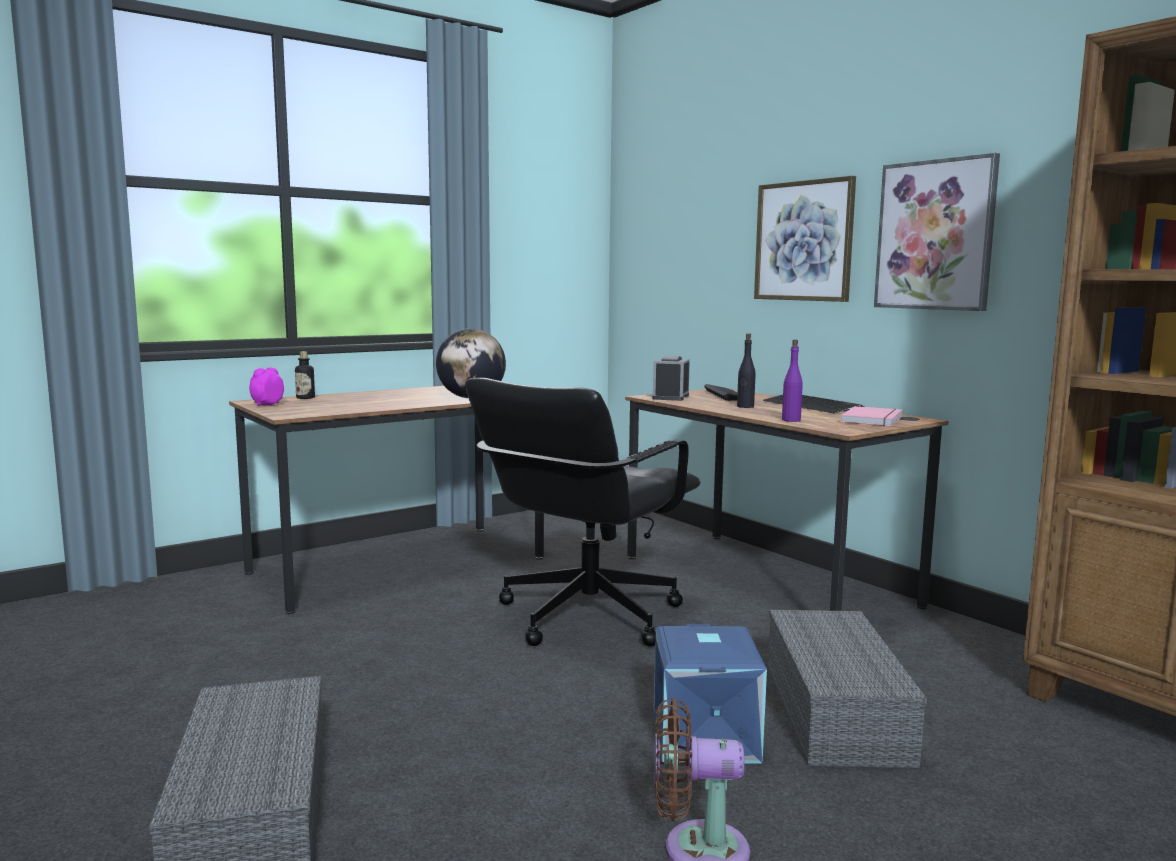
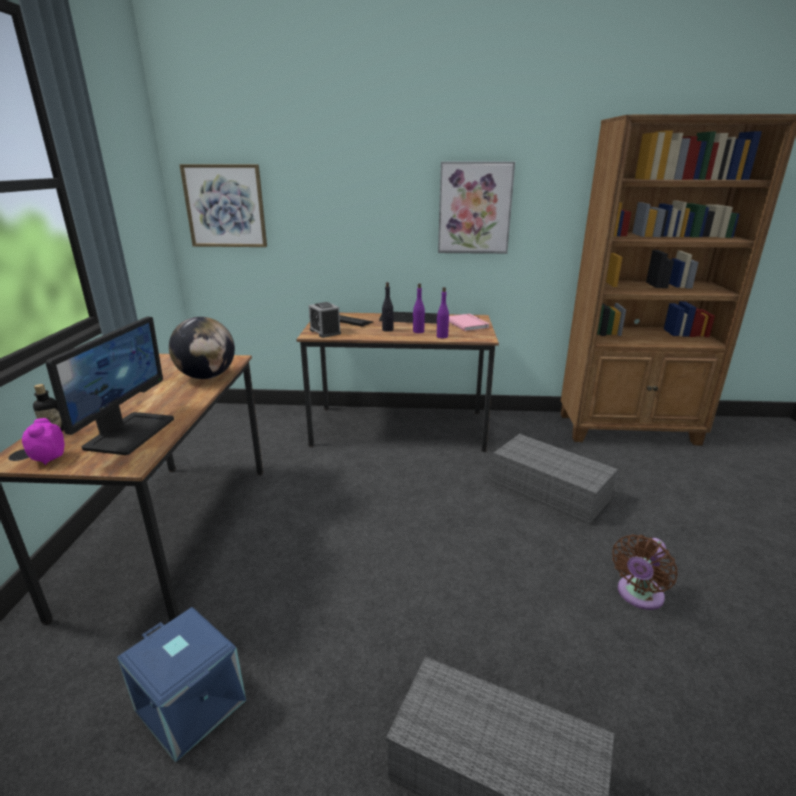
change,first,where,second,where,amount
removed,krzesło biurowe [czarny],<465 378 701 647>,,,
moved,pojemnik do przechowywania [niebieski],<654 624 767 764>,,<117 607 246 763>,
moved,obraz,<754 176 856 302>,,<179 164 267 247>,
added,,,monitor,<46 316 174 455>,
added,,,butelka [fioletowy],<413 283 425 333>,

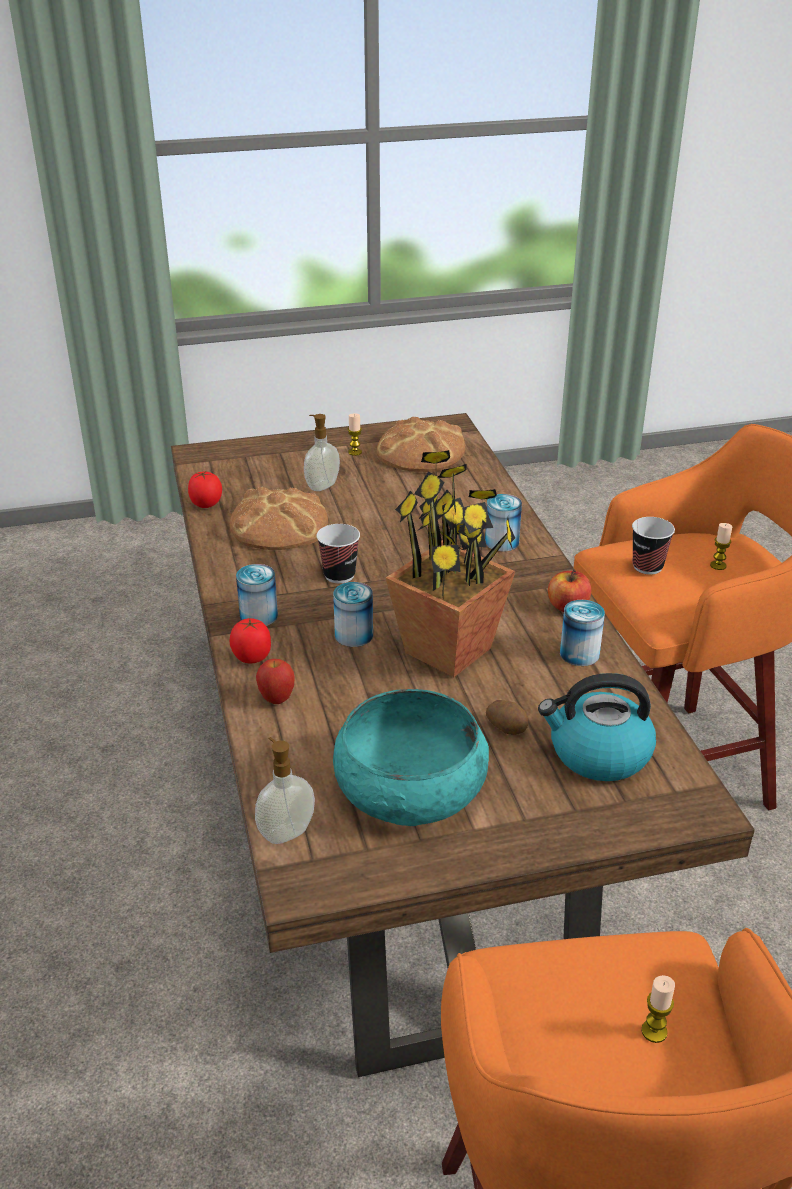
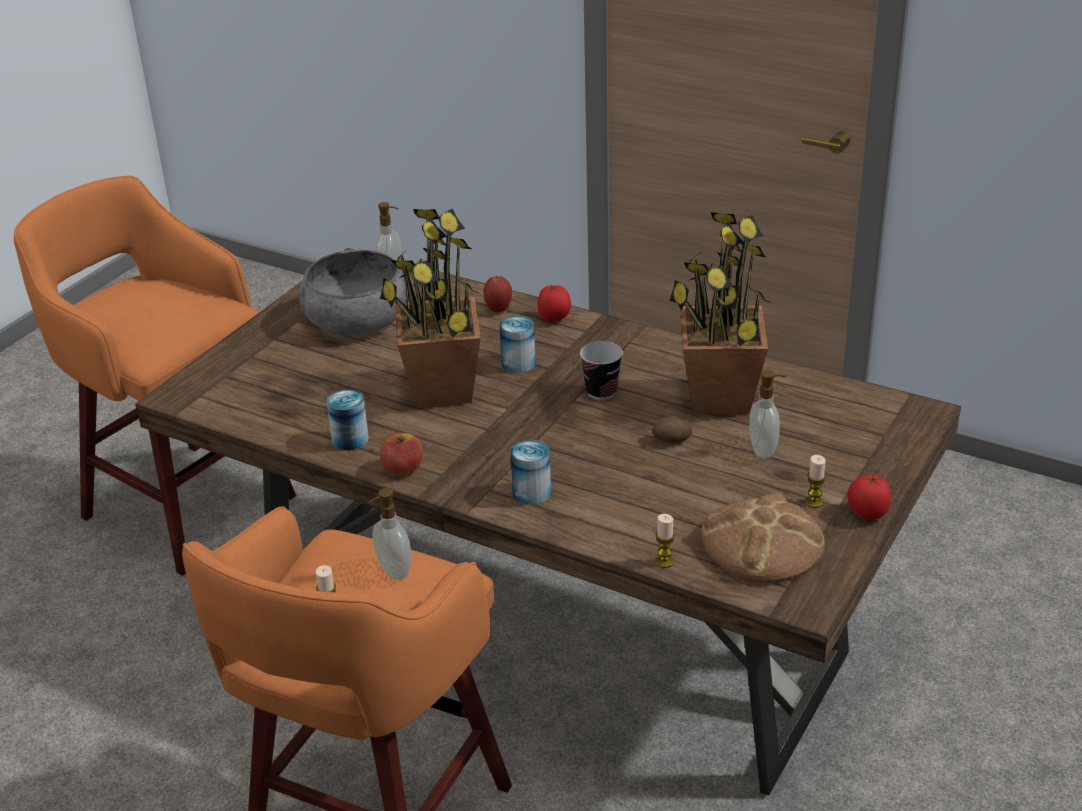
change,first,where,second,where,amount
moved,pomidor,<188 471 222 508>,,<847 473 891 520>,
replaced,chleb,<230 487 328 550>,roślina doniczkowa,<669 212 771 414>,
removed,puszka,<236 564 278 626>,,,
recoloured,miska [turkusowy],<333 689 489 826>,miska [szary],<299 249 407 336>,
moved,ziemniak,<486 700 528 735>,,<652 417 692 443>,
removed,czajnik,<538 673 656 781>,,,
replaced,filiżanka,<632 517 675 575>,dozownik mydła,<368 488 411 580>,
moved,świeca,<641 975 675 1043>,,<655 514 675 568>,

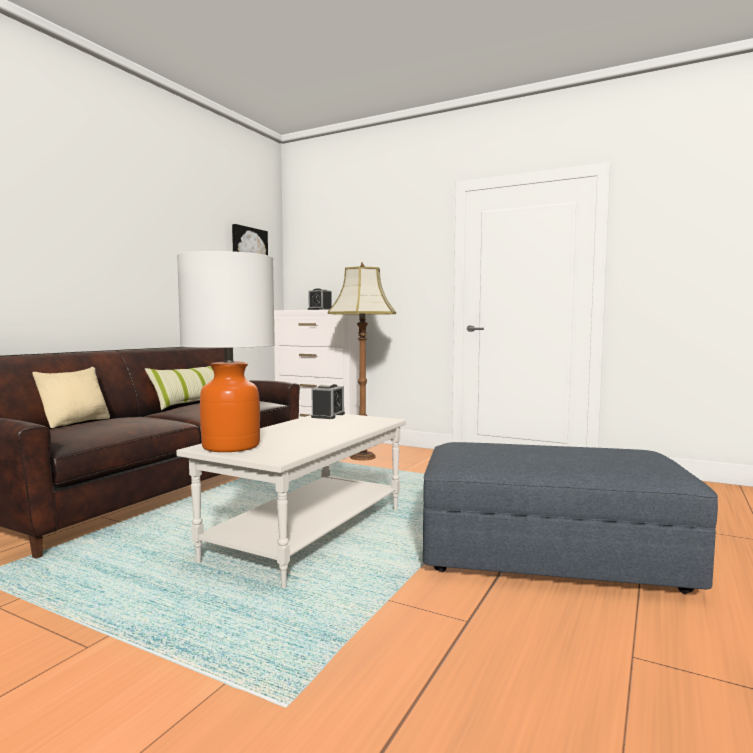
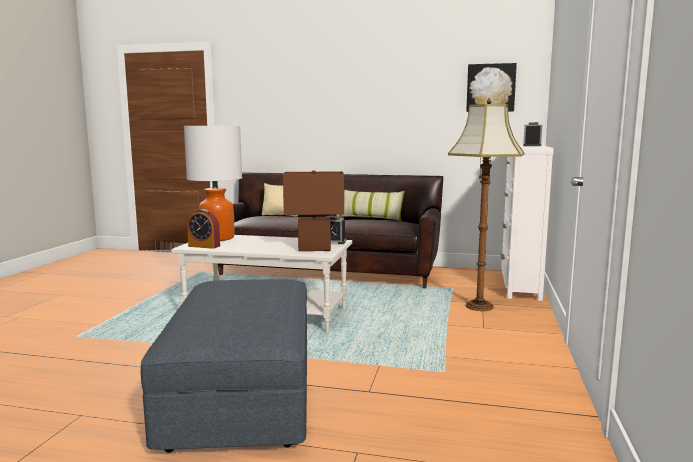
change,first,where,second,where,amount
added,,,budzik,<187 209 220 249>,
added,,,lampa stołowa [brązowy],<283 171 344 251>,

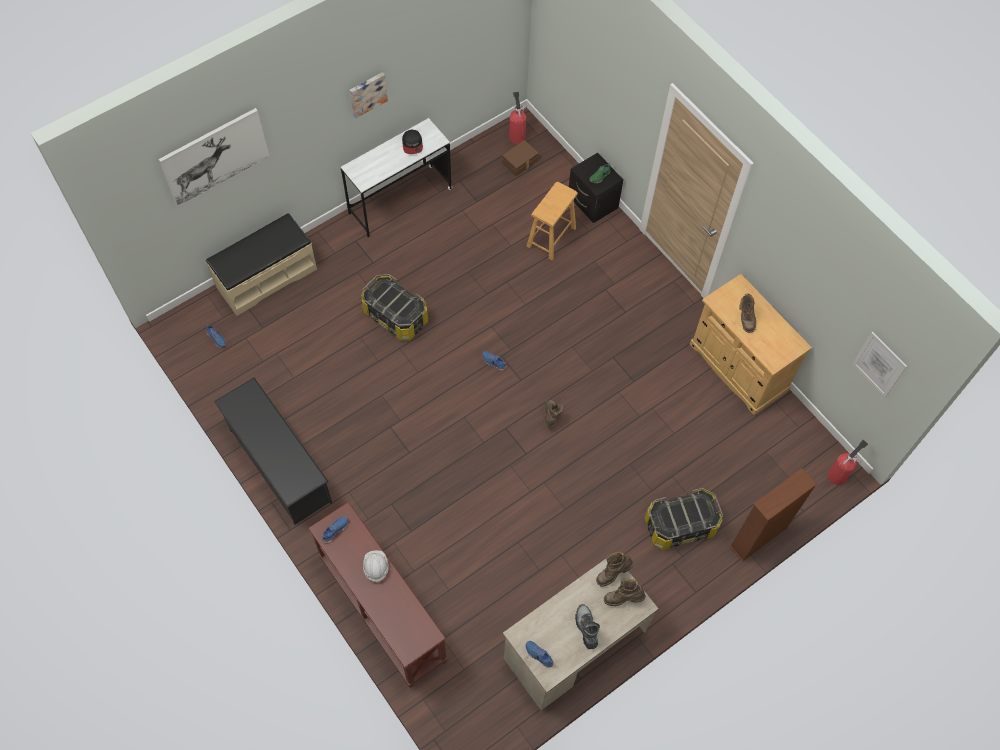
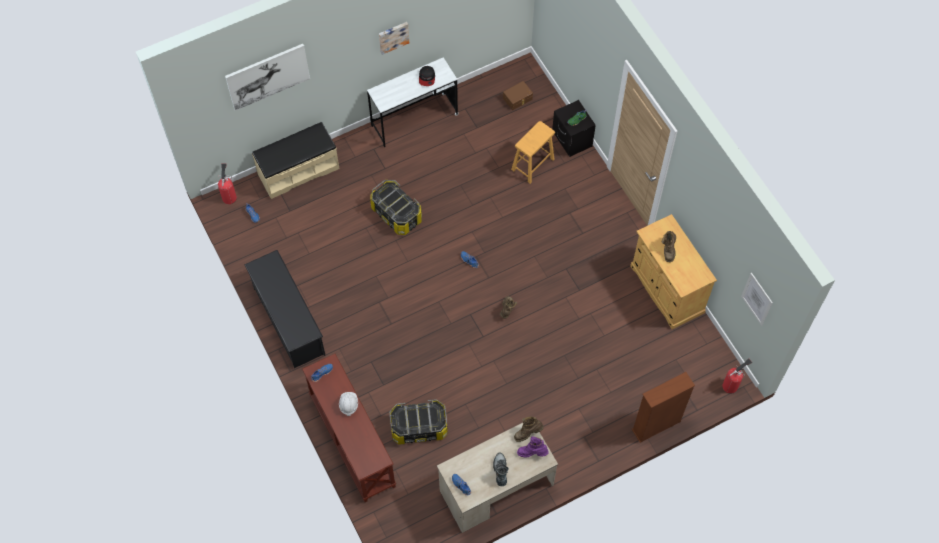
change,first,where,second,where,amount
moved,gaśnica,<509 92 527 144>,,<218 163 237 204>,
recoloured,but z cholewką [brązowy],<604 578 646 606>,but z cholewką [fioletowy],<517 436 549 457>,
moved,pojemnik do przechowywania,<644 488 723 550>,,<389 399 448 445>,

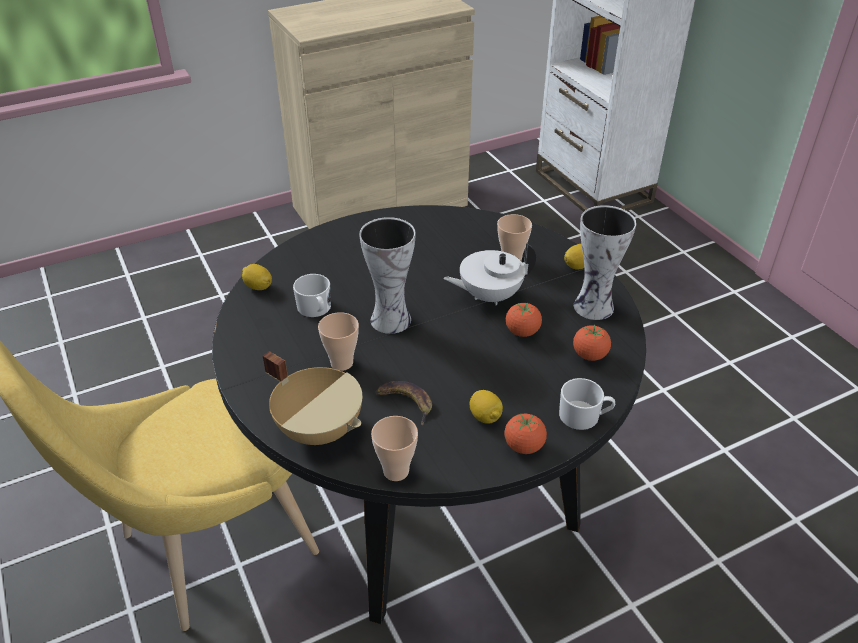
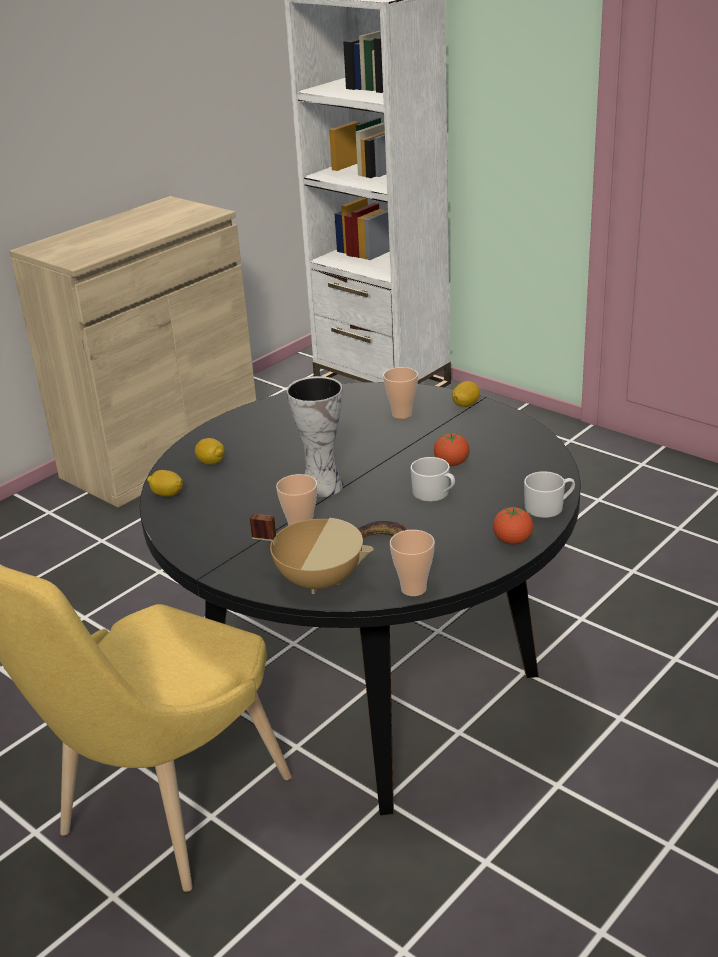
change,first,where,second,where,amount
moved,kubek [biały],<293 274 331 317>,,<410 457 455 502>,
removed,imbryk [biały],<443 243 536 305>,,,
moved,cytryna,<470 390 503 424>,,<195 438 225 465>,
removed,pomidor,<573 324 611 361>,,,
removed,wazon,<574 205 636 320>,,,

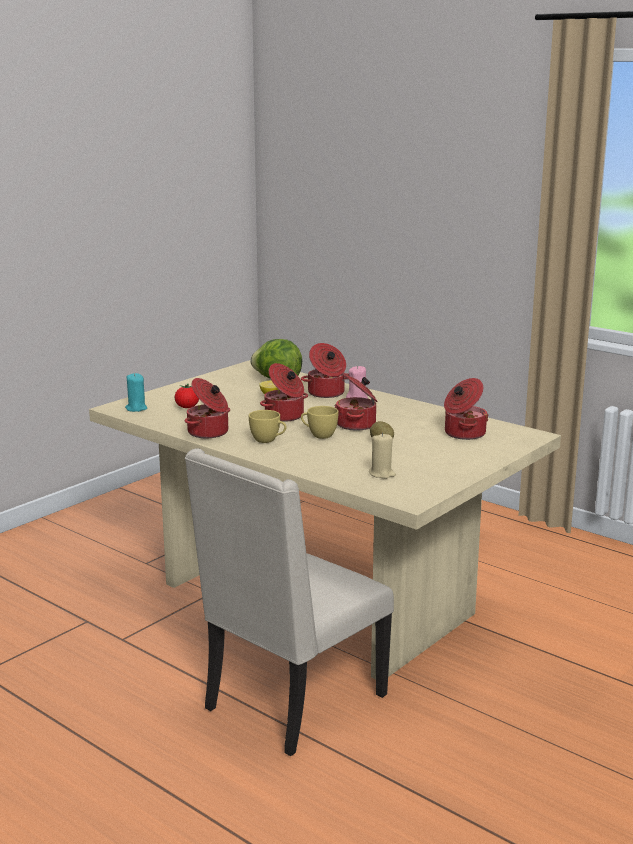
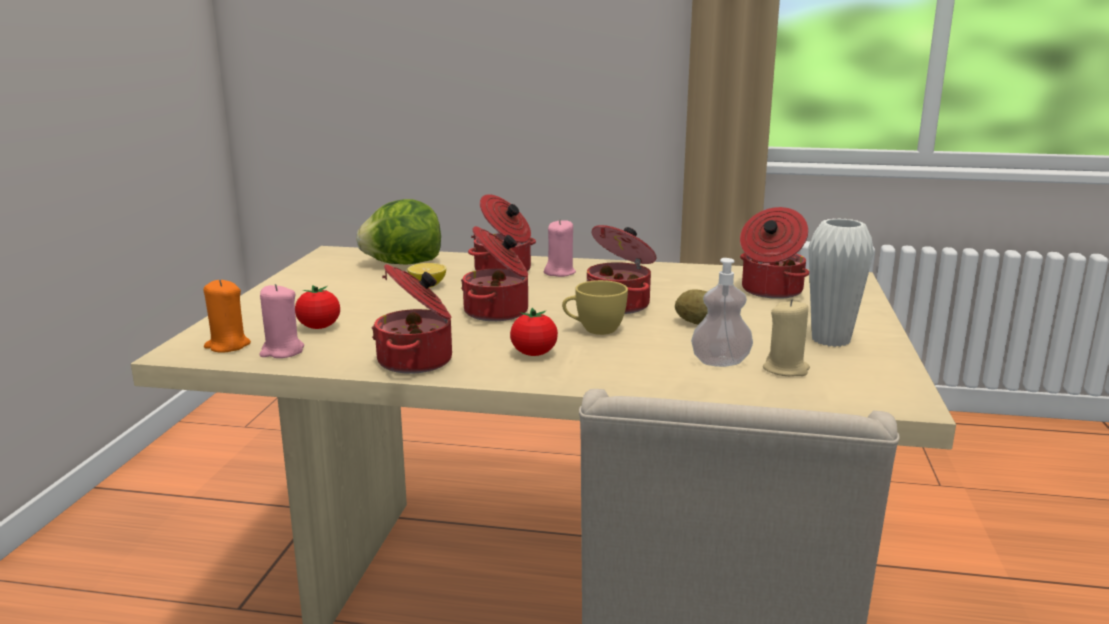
change,first,where,second,where,amount
recoloured,świeca [turkusowy],<125 373 147 412>,świeca [pomarańczowy],<204 279 251 353>,
replaced,filiżanka [żółty],<249 410 286 443>,pomidor,<510 308 558 356>,
added,,,świeca [różowy],<259 284 304 358>,
added,,,dozownik mydła,<691 258 753 367>,
added,,,wazon [biały],<808 218 874 347>,

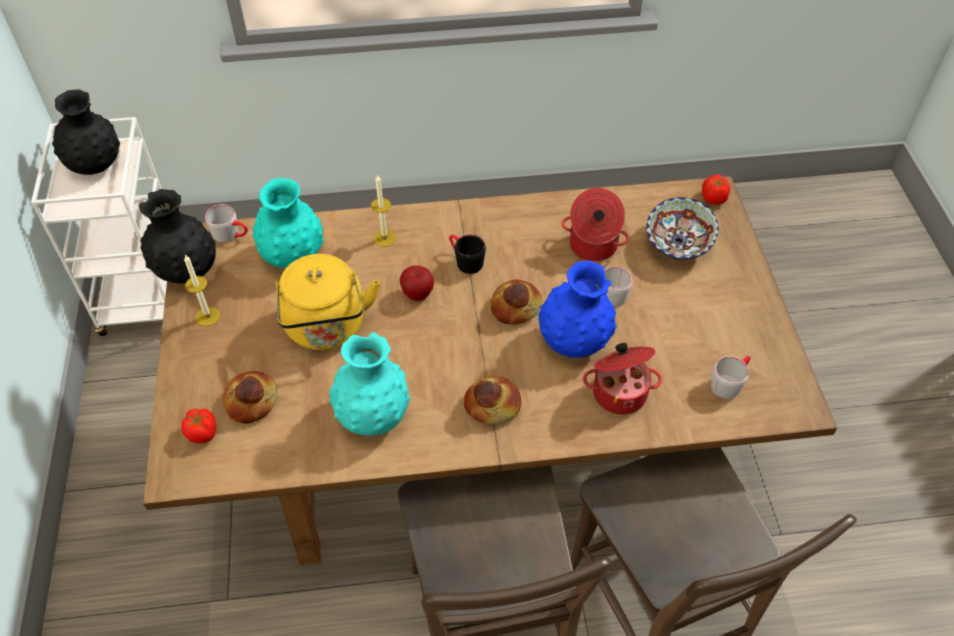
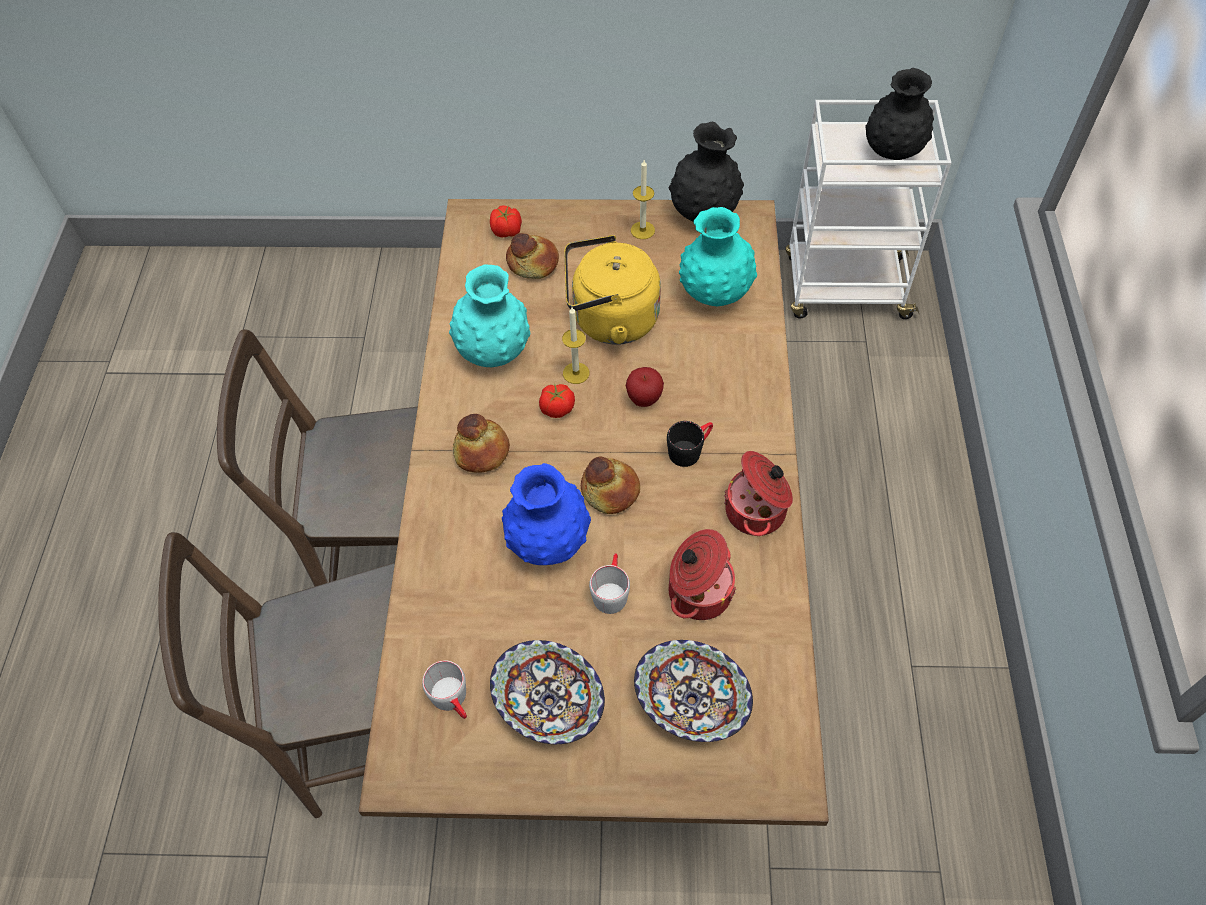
change,first,where,second,where,amount
removed,kubek [szary],<205 204 248 243>,,,
moved,świeca,<371 174 396 247>,,<562 307 589 384>,
moved,garnek,<583 343 662 415>,,<724 451 793 536>,
moved,pomidor,<702 175 730 205>,,<539 384 575 418>,
added,,,miska,<490 640 605 744>,

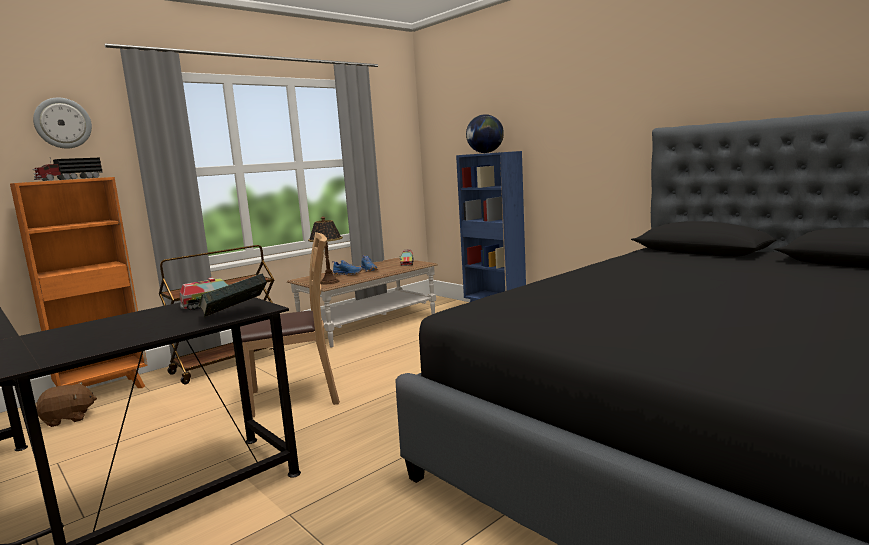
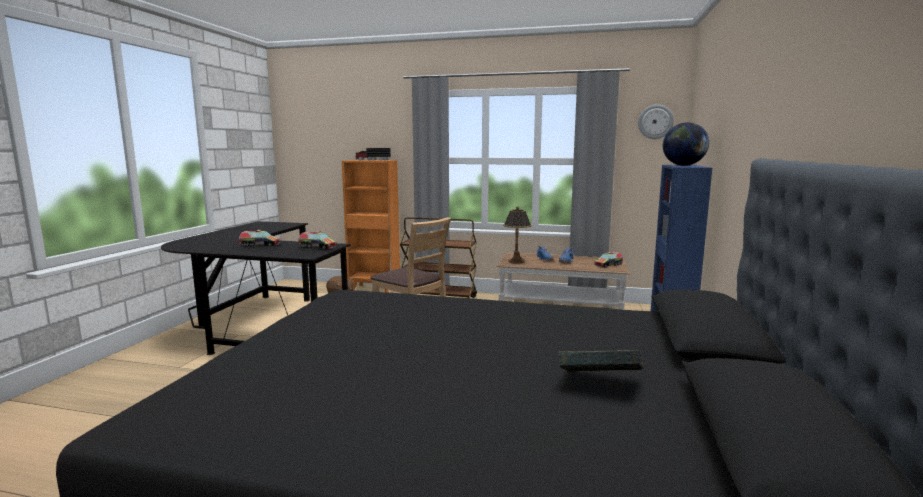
change,first,where,second,where,amount
moved,zegar ścienny,<33 98 92 149>,,<638 104 674 139>,
moved,książka,<199 274 267 317>,,<559 350 644 372>,
added,,,ciężarówka zabawkowa,<239 230 280 247>,

